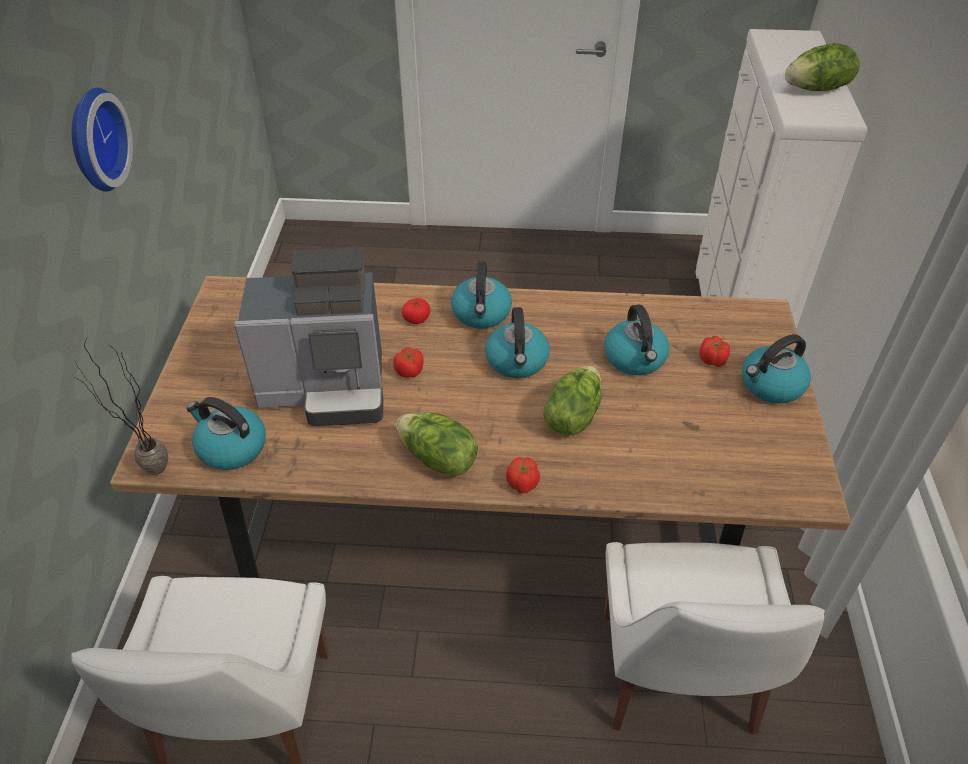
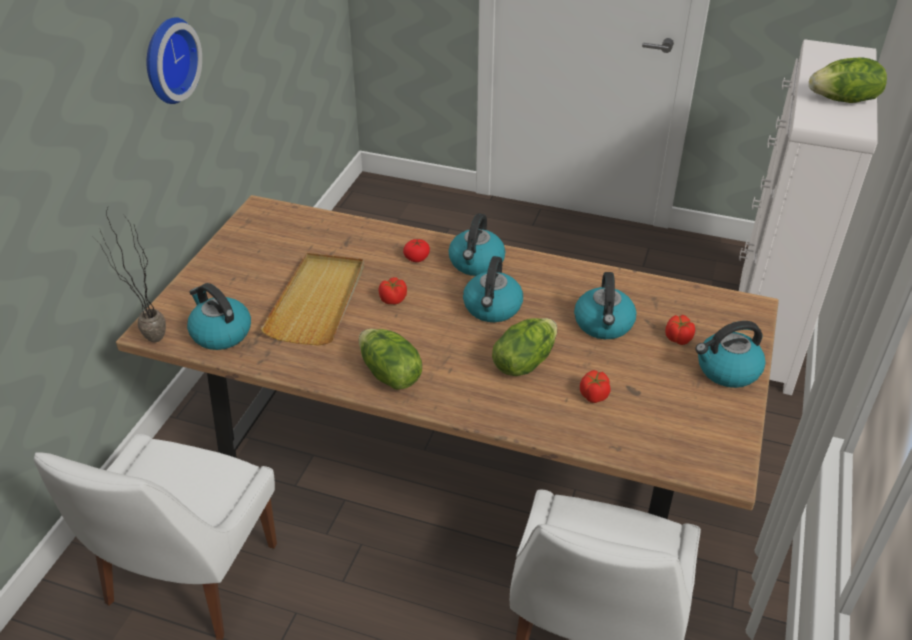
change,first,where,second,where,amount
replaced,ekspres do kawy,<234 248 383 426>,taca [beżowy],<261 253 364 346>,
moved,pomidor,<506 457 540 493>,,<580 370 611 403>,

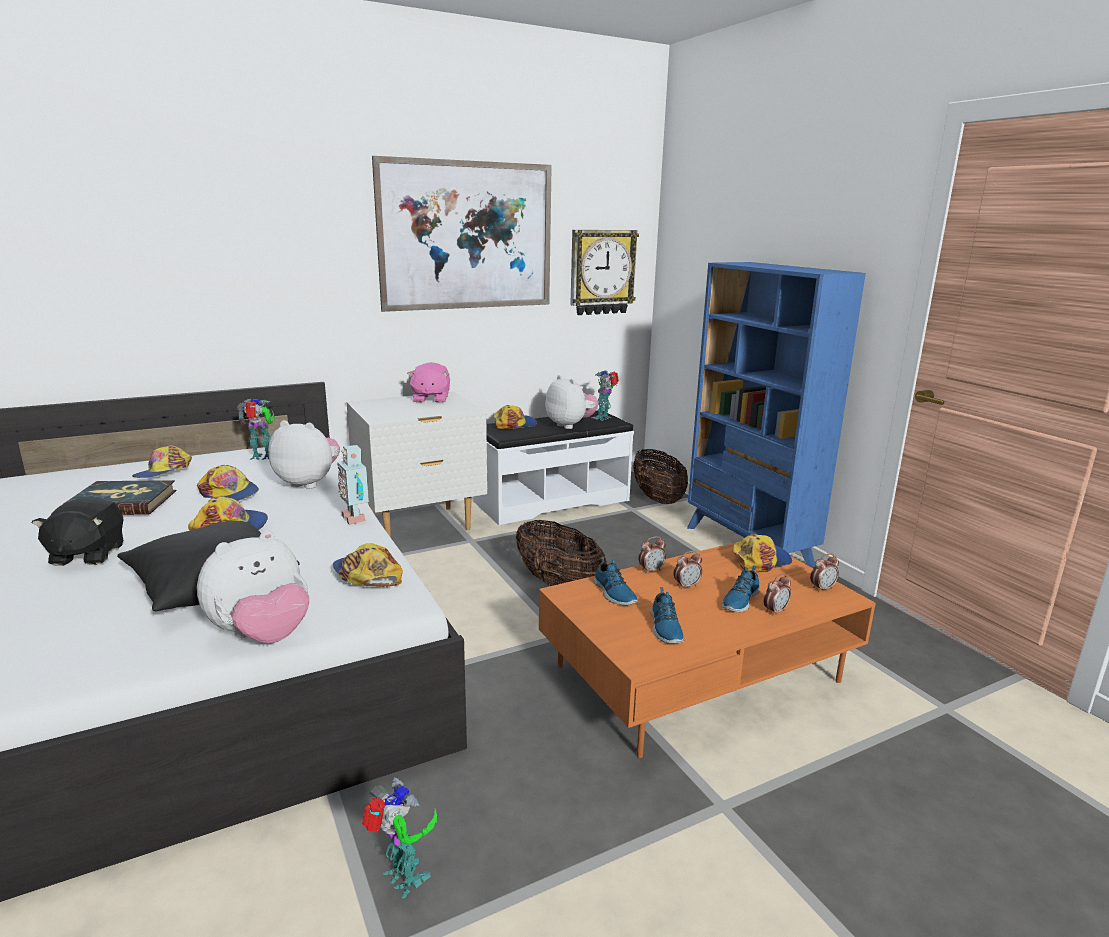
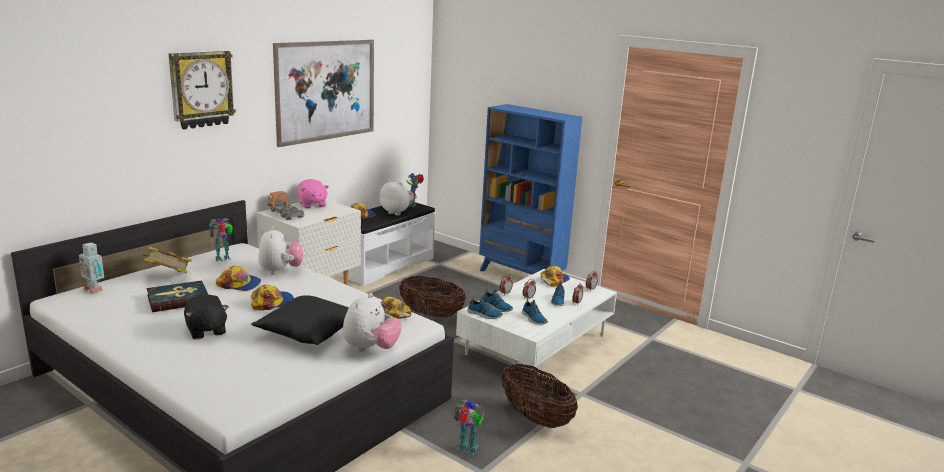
change,first,where,second,where,amount
replaced,czapka z daszkiem,<132 446 192 478>,książka,<142 246 192 273>,
turned,pluszak,<268 420 340 489>,,<258 227 303 275>,90 degrees clockwise
moved,robot zabawkowy,<337 445 369 525>,,<79 242 104 294>,
recoloured,ława [pomarańczowy],<539 541 876 758>,ława [biały],<456 269 617 380>,
moved,zegar ścienny,<570 230 639 315>,,<169 51 236 130>,
moved,koszyk,<633 449 688 504>,,<501 364 578 428>,
added,,,ciężarówka zabawkowa,<268 191 304 220>,
added,,,but,<467 297 503 319>,

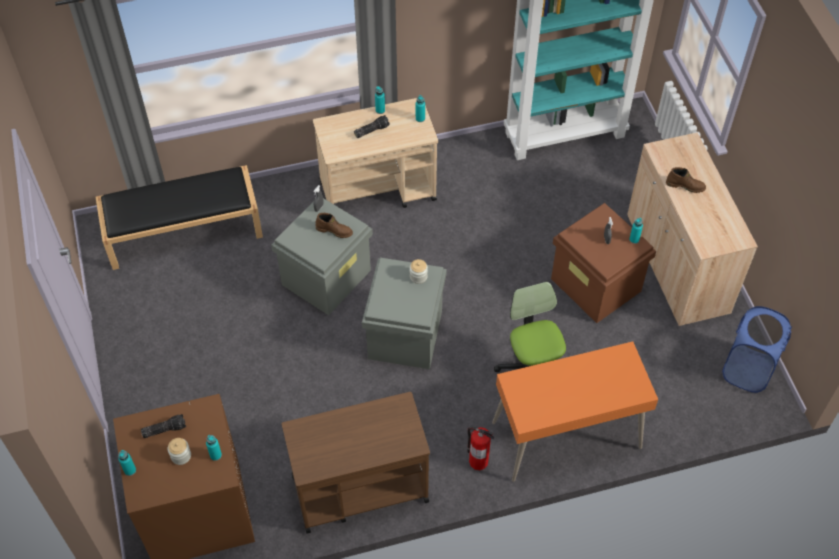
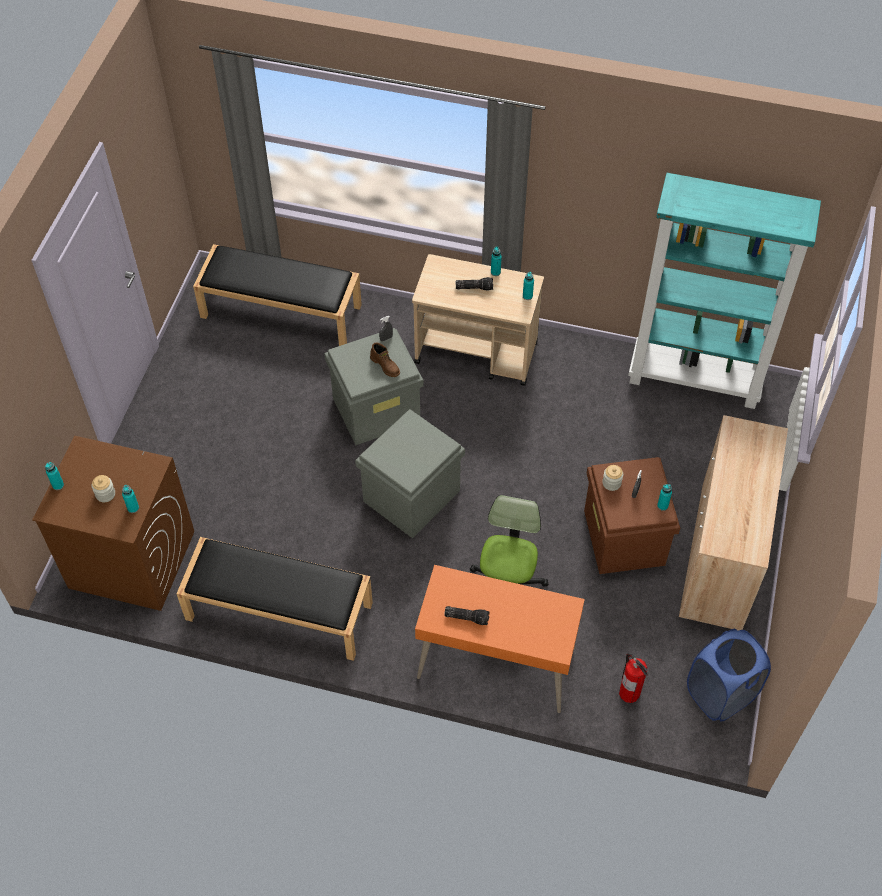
change,first,where,second,where,amount
moved,latarka,<141 414 186 438>,,<444 606 490 625>,
replaced,wózek [brązowy],<281 392 430 534>,ławka [czarny],<177 537 373 661>,
moved,słoik,<410 259 428 284>,,<602 465 623 491>,
moved,gaśnica,<467 427 494 470>,,<619 653 648 703>,
removed,but z cholewką [brązowy],<666 167 706 193>,,,

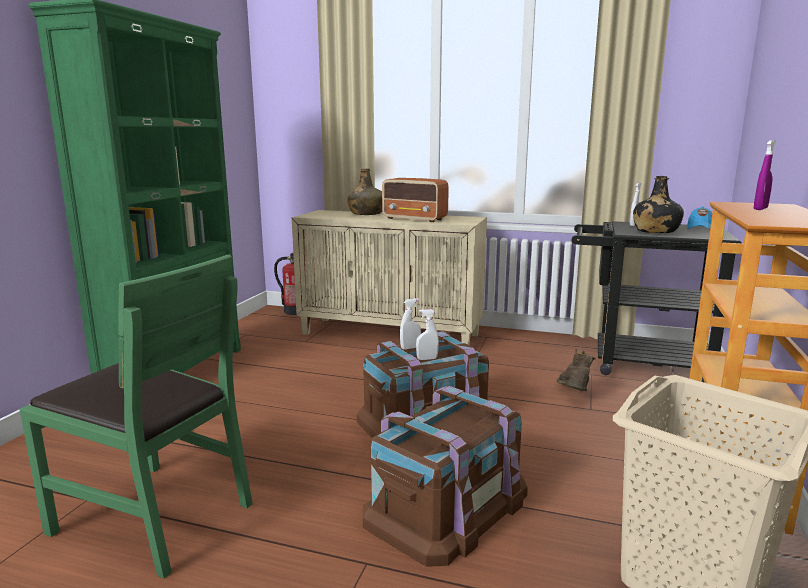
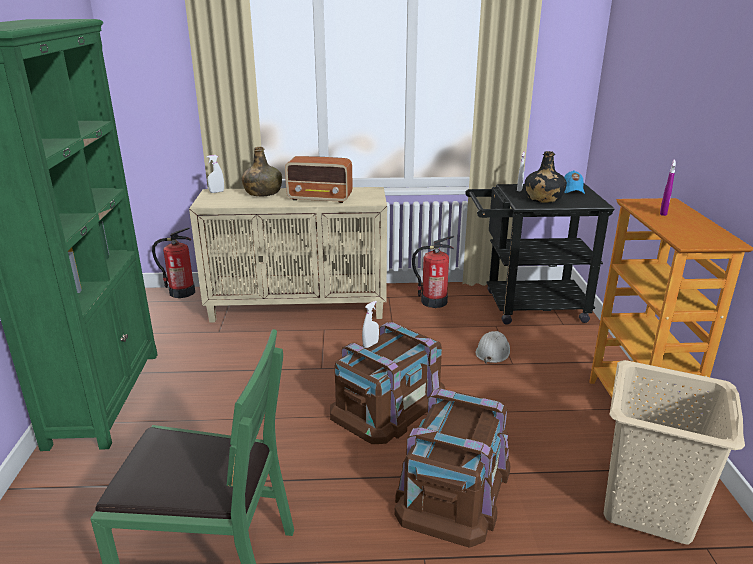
change,first,where,second,where,amount
moved,spryskiwacz [biały],<416 309 439 360>,,<207 155 224 193>,
replaced,but z cholewką [brązowy],<557 349 596 391>,kask [biały],<476 331 510 364>,
added,,,gaśnica,<412 236 454 308>,

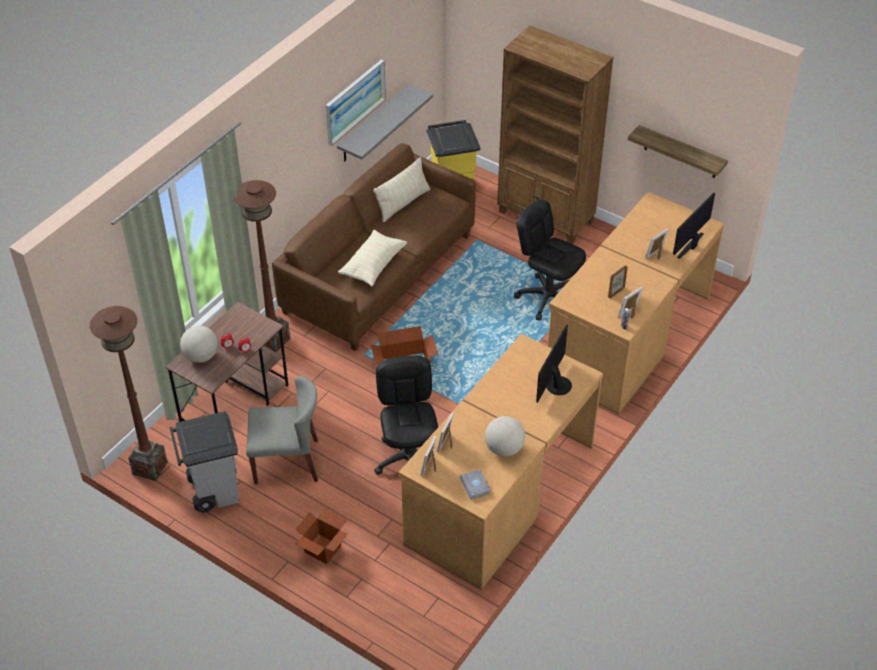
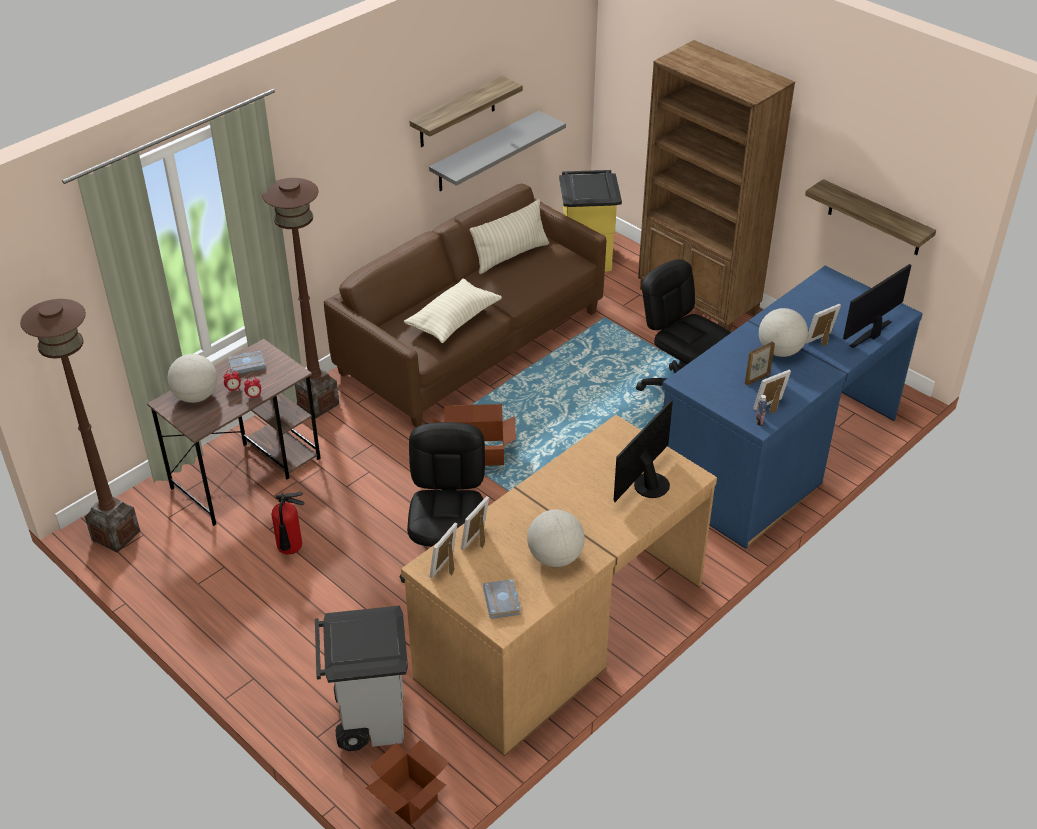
change,first,where,second,where,amount
moved,kosz na śmieci [szary],<169 411 239 513>,,<315 606 408 751>,
replaced,krzesło [szary],<246 376 318 484>,gaśnica,<271 492 305 554>,
moved,karton,<295 508 348 564>,,<366 740 449 826>,
replaced,obraz,<326 60 386 146>,półka,<409 76 523 147>,
recoloured,biurko [brązowy],<548 192 724 414>,biurko [niebieski],<662 266 923 549>,
added,,,książka [szary],<228 351 266 374>,
added,,,globus,<759 308 808 357>,

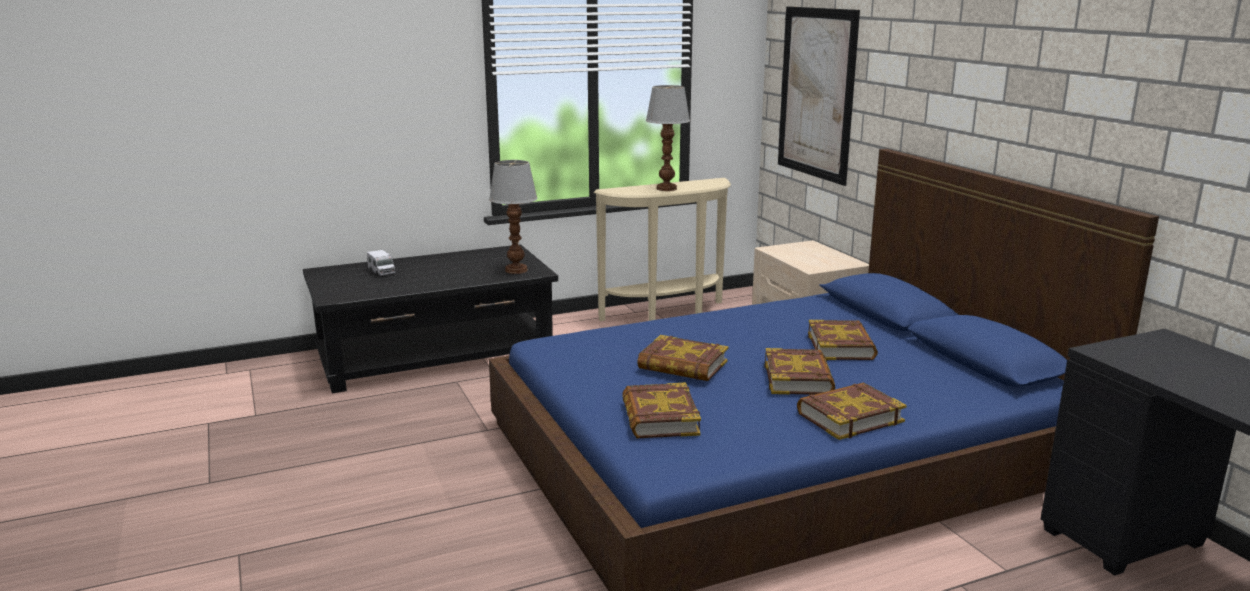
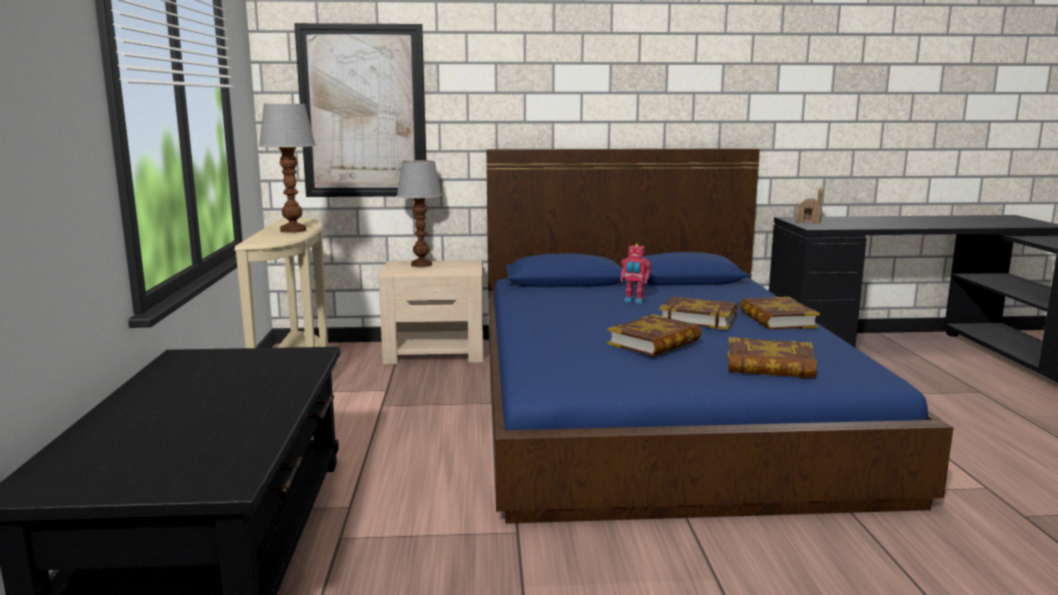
change,first,where,second,where,amount
removed,ciężarówka zabawkowa,<367 250 396 276>,,,
moved,lampa stołowa,<489 160 538 274>,,<397 160 442 267>,
replaced,książka,<808 320 878 360>,robot zabawkowy,<620 244 651 303>,
added,,,domek,<795 188 824 224>,

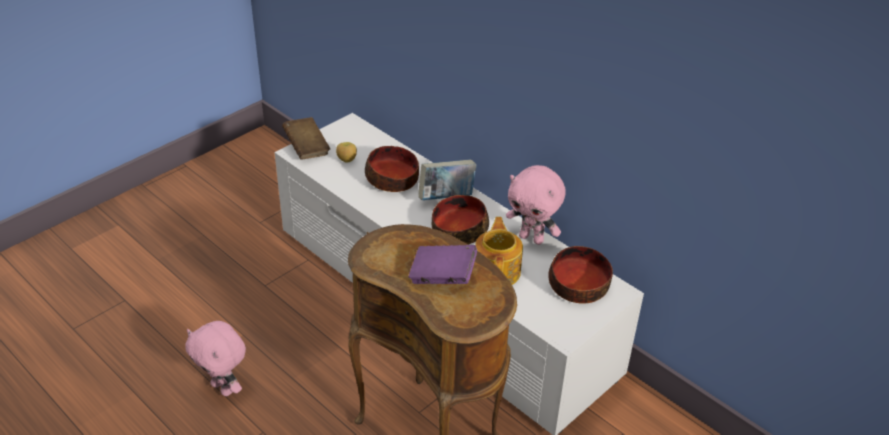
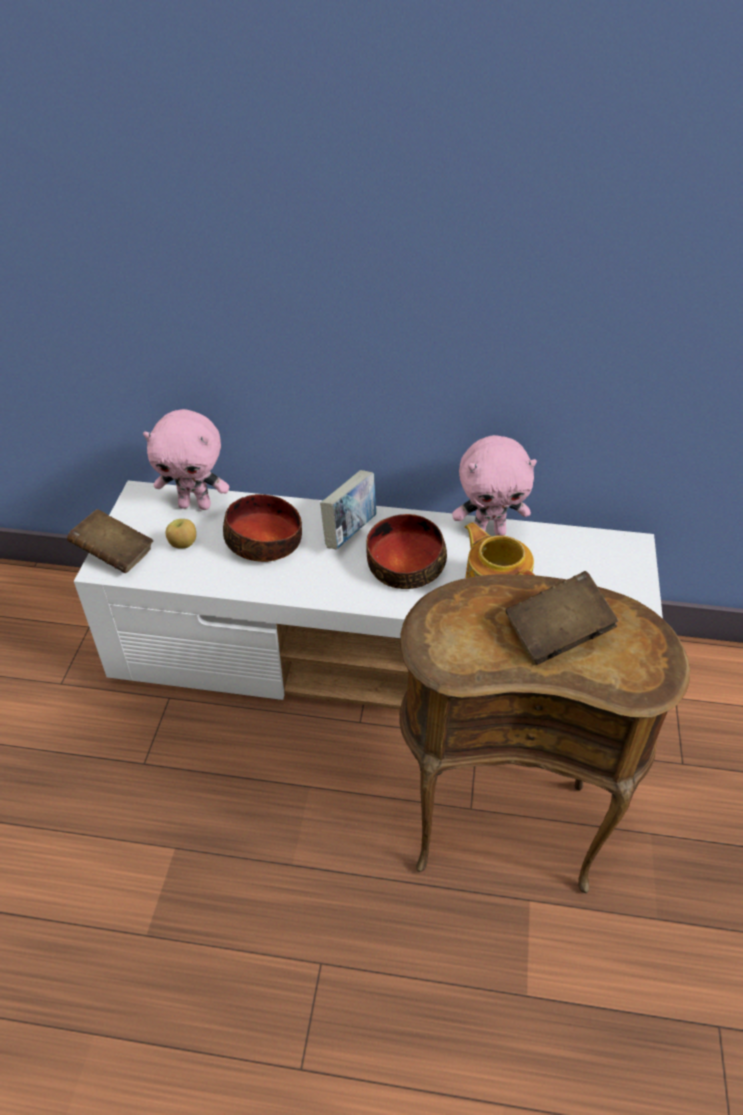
change,first,where,second,where,amount
moved,pluszak [różowy],<185 321 246 396>,,<143 409 229 510>,
recoloured,książka [fioletowy],<409 245 477 284>,książka [brązowy],<506 571 619 665>,
removed,miska,<548 246 613 304>,,,

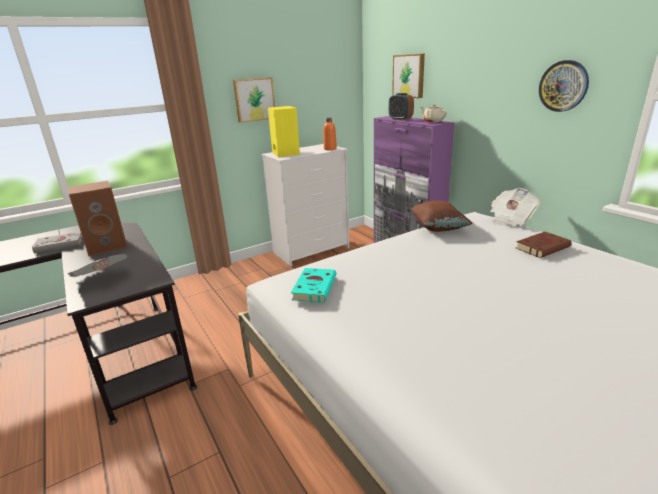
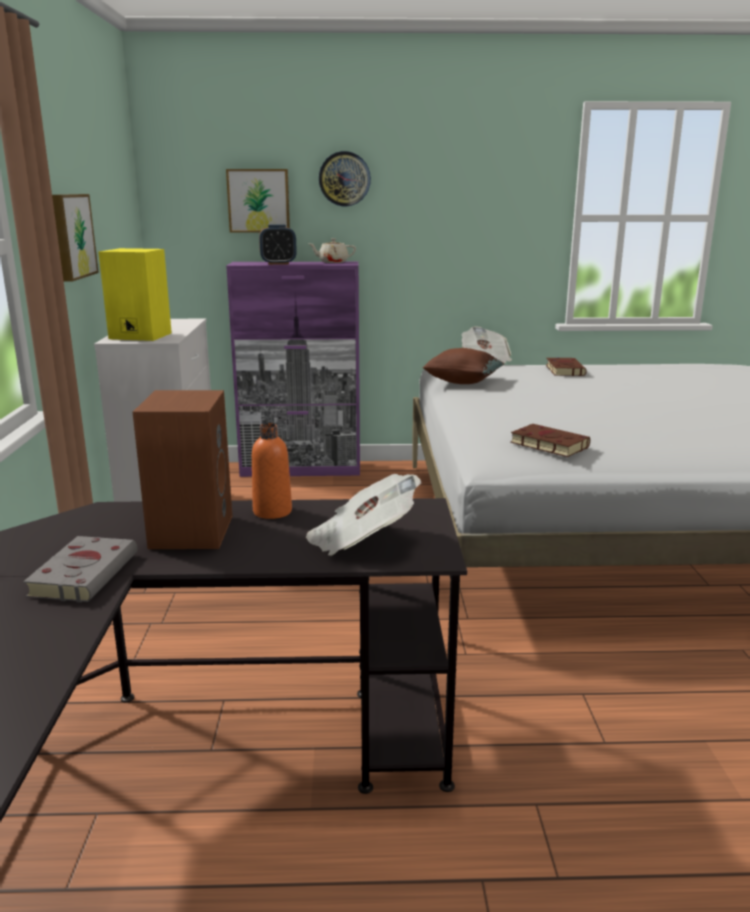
change,first,where,second,where,amount
recoloured,książka [turkusowy],<291 268 336 303>,książka [brązowy],<510 424 590 457>,
moved,butelka [pomarańczowy],<323 118 337 150>,,<252 423 292 519>,
moved,zegar ścienny,<539 60 589 112>,,<319 151 371 206>,

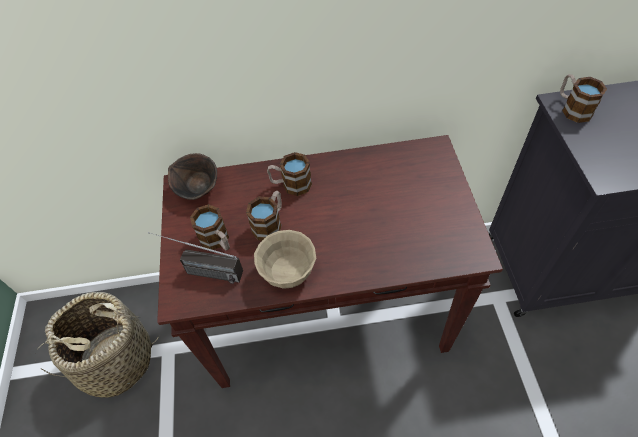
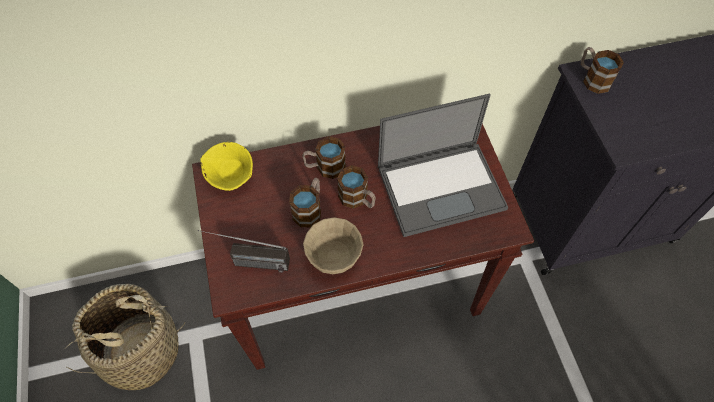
change,first,where,second,where,amount
recoloured,miska [brązowy],<168 153 217 200>,miska [żółty],<200 142 253 191>,
moved,kubek,<190 204 230 251>,,<337 165 376 209>,
added,,,laptop,<378 94 508 237>,

